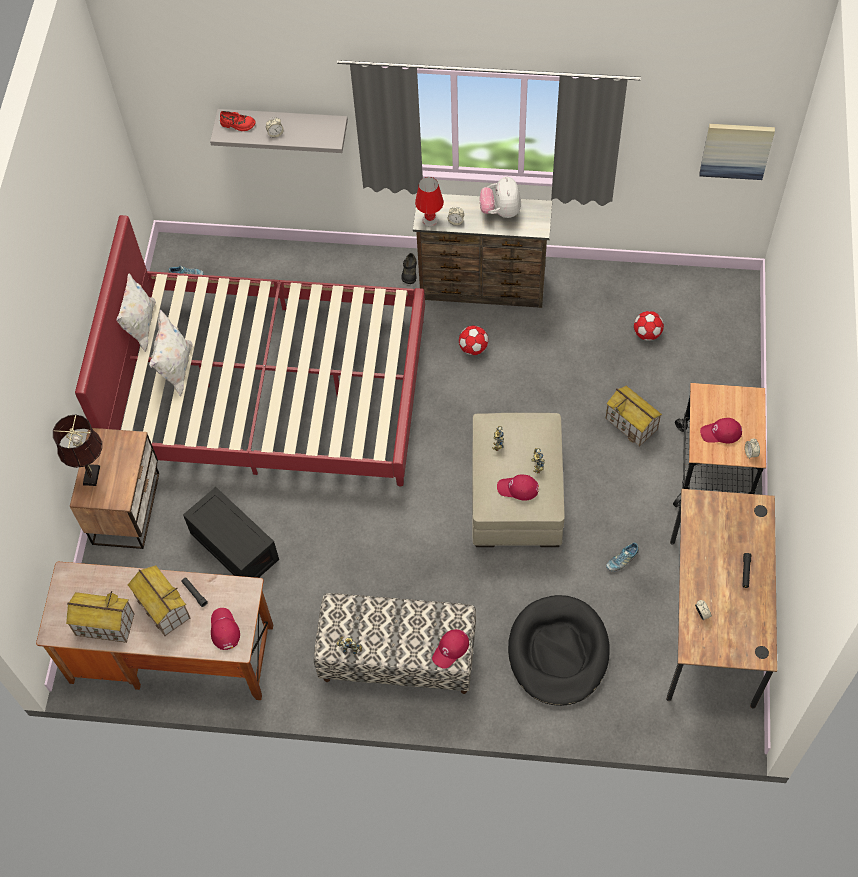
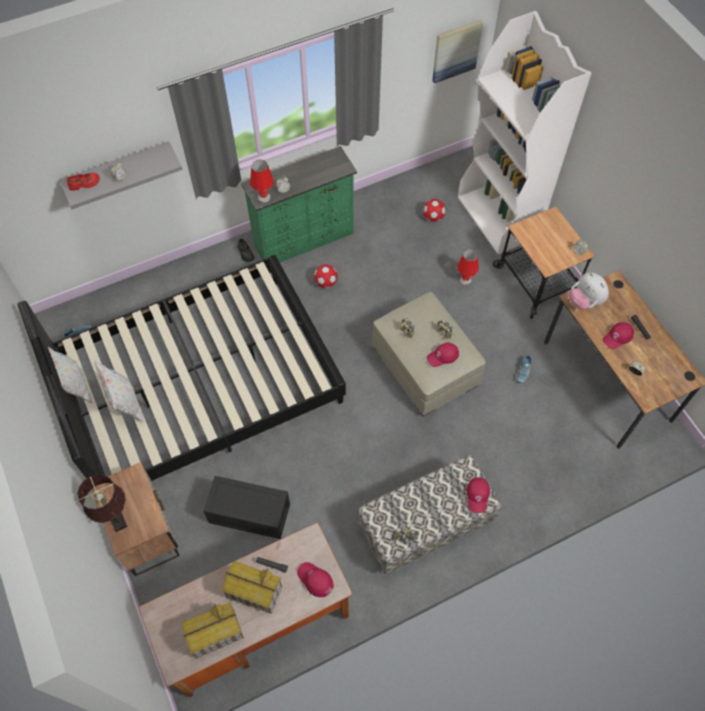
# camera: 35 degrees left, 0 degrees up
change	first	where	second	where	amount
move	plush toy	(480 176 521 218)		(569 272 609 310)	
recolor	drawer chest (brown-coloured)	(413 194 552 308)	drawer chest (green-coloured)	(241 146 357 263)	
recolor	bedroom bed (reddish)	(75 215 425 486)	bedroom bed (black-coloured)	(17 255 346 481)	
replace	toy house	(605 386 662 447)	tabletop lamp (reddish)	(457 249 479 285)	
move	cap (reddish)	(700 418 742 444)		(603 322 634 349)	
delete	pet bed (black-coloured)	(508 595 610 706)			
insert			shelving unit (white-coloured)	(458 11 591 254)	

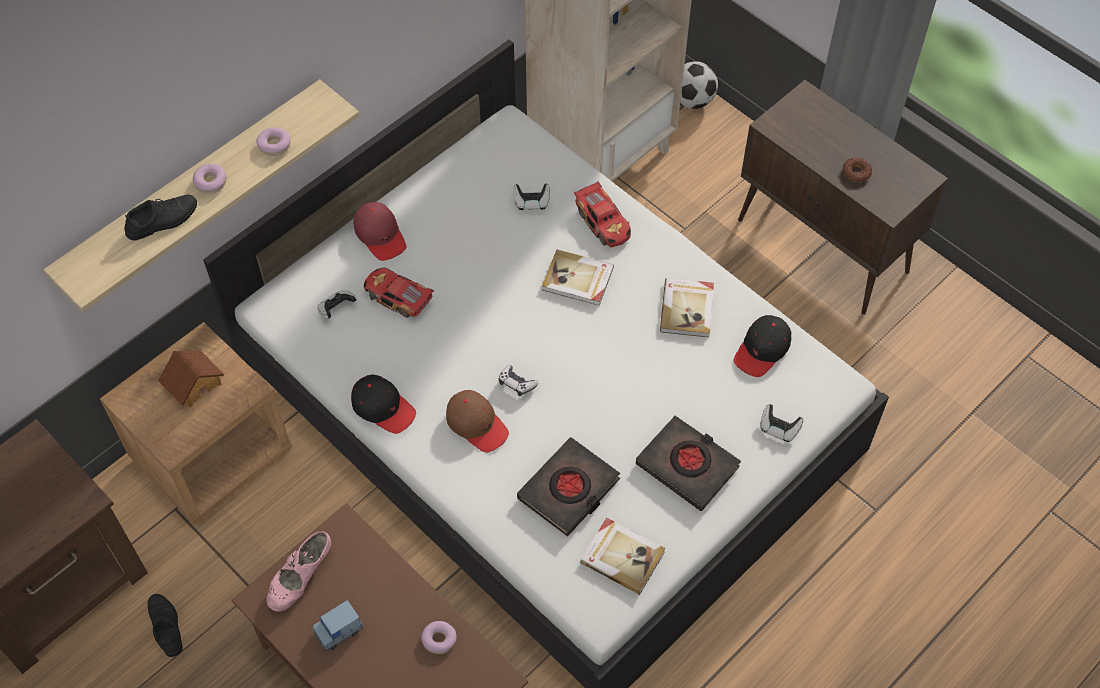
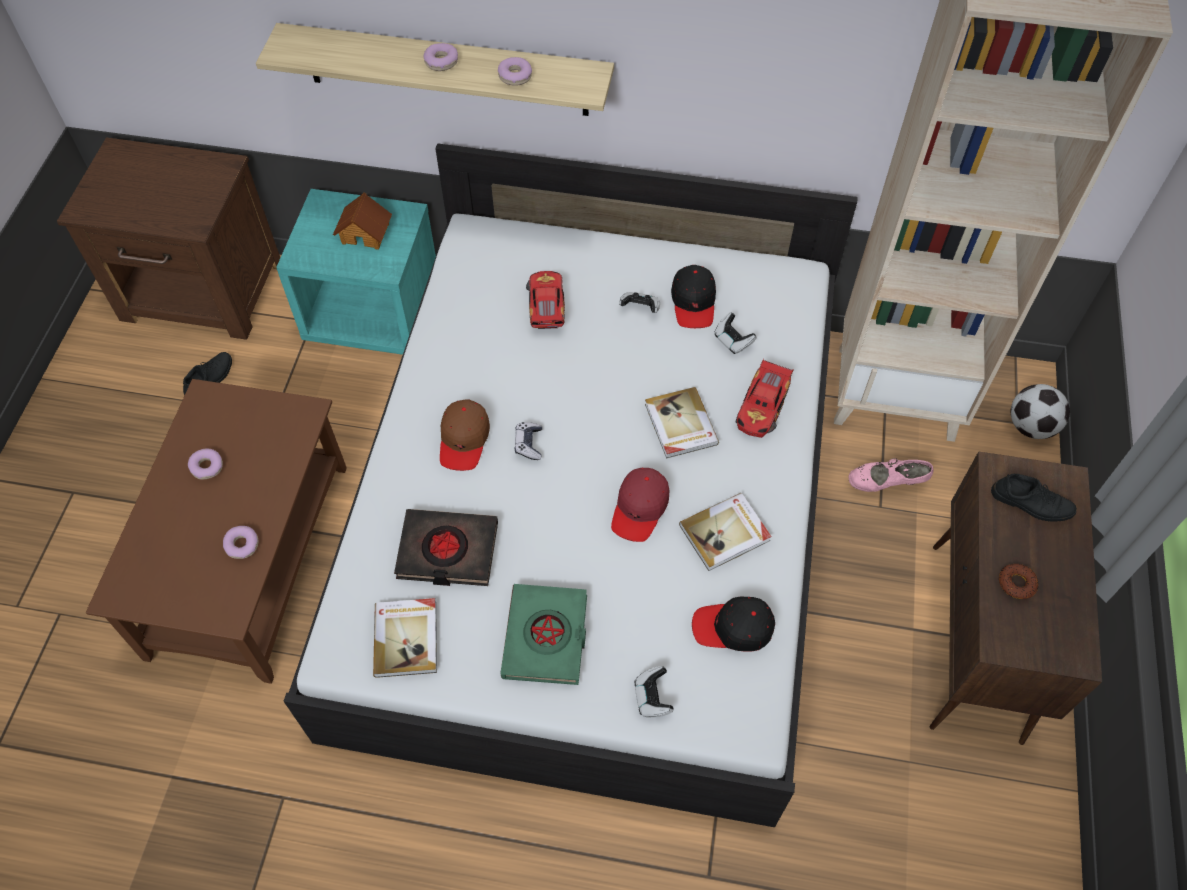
# camera: 55 degrees right, 0 degrees up
change	first	where	second	where	amount
move	shoe (black-coloured)	(124 194 197 240)		(991 474 1077 522)	
move	cap (reddish)	(354 202 406 261)		(611 468 669 542)	
move	gamepad	(317 290 357 319)		(619 292 660 313)	
recolor	bedside table (brown-coloured)	(100 322 292 525)	bedside table (turquoise)	(276 189 436 355)	
move	cap (black-coloured)	(351 374 416 434)		(671 265 716 328)	
recolor	bound book (black-coloured)	(636 416 741 511)	bound book (green-coloured)	(500 584 587 685)	
move	shoe (pink)	(266 531 331 612)		(848 458 934 492)	
replace	model car (blue)	(313 600 363 651)	doughnut	(188 449 223 479)	

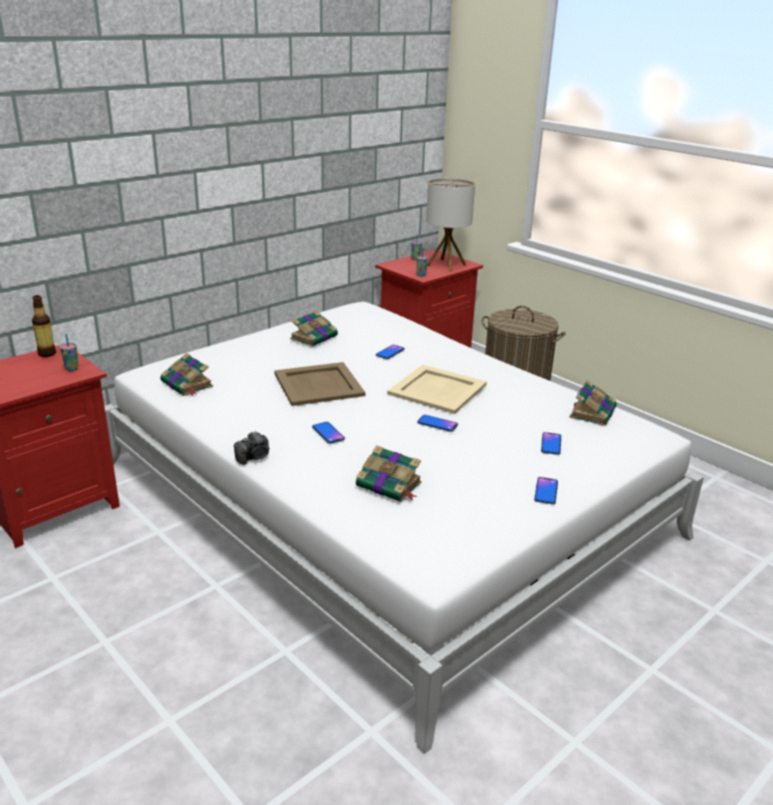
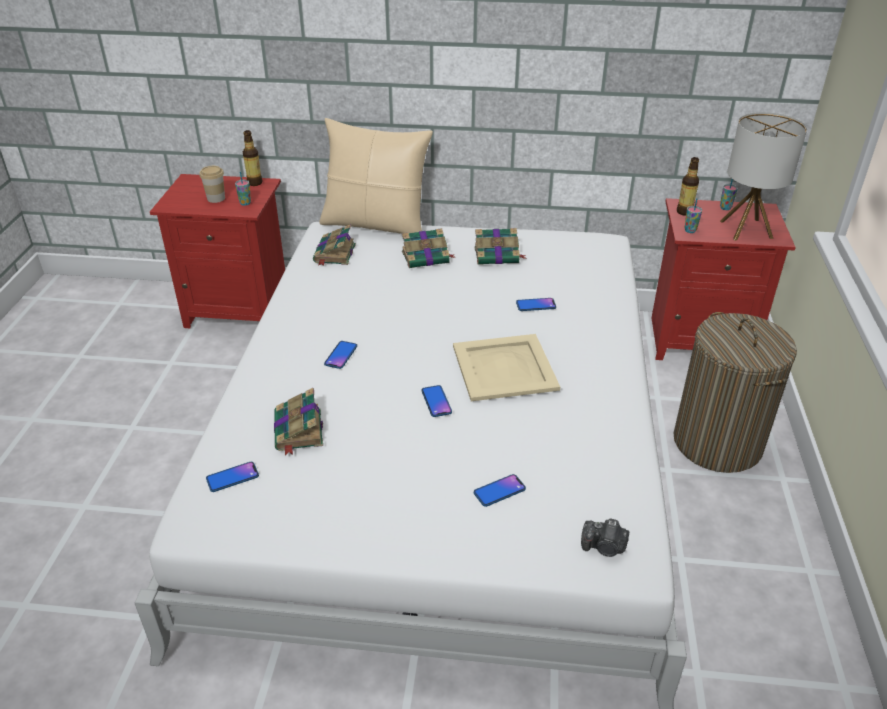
# camera: 50 degrees right, 10 degrees up
change	first	where	second	where	amount
delete	serving tray (beige)	(274 362 365 406)			
move	bound book	(569 380 617 426)		(402 228 455 268)	
move	photo camera	(234 431 269 465)		(581 518 629 557)	
move	phone	(534 477 558 504)		(206 462 259 492)	
insert			pillow (beige)	(319 118 433 234)	
insert			beverage bottle	(677 157 699 216)	
insert			drinking cup	(199 166 225 203)	

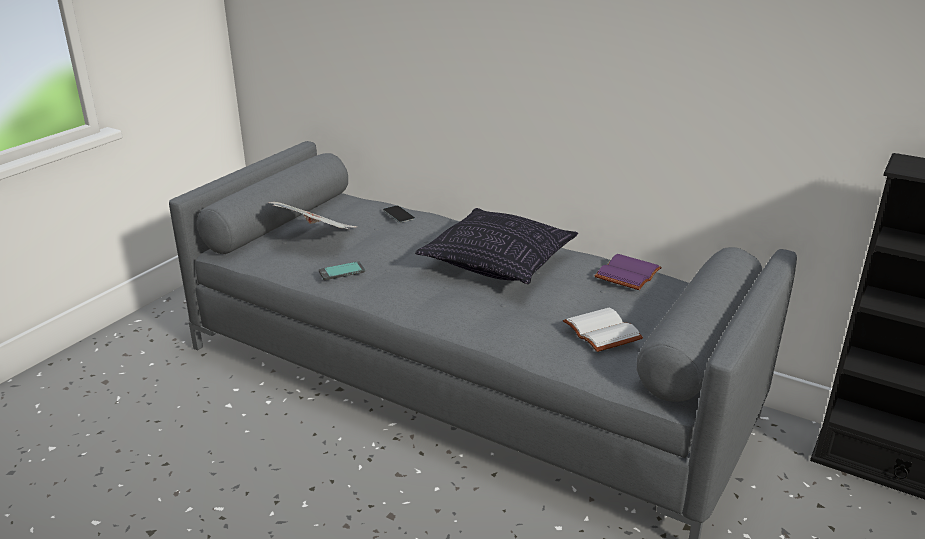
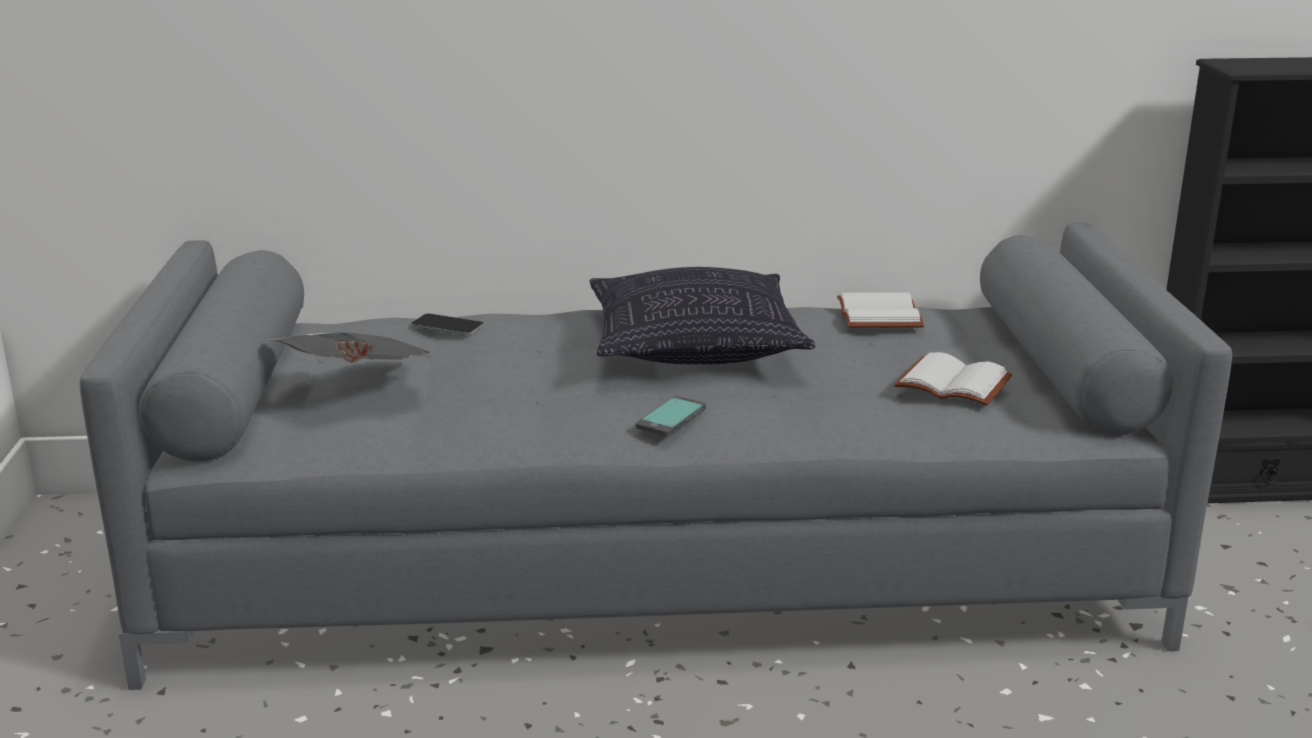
# camera: 35 degrees left, 5 degrees down
change	first	where	second	where	amount
recolor	bound book (purple)	(595 254 662 290)	bound book (white-coloured)	(837 292 924 328)	
move	phone	(319 261 365 280)		(636 396 706 436)	

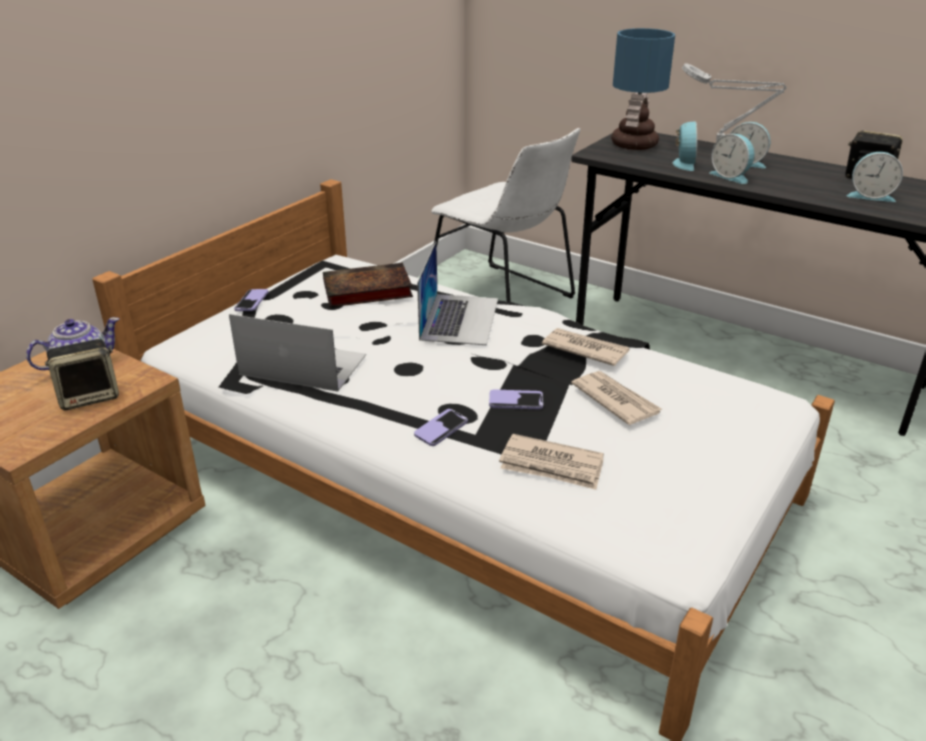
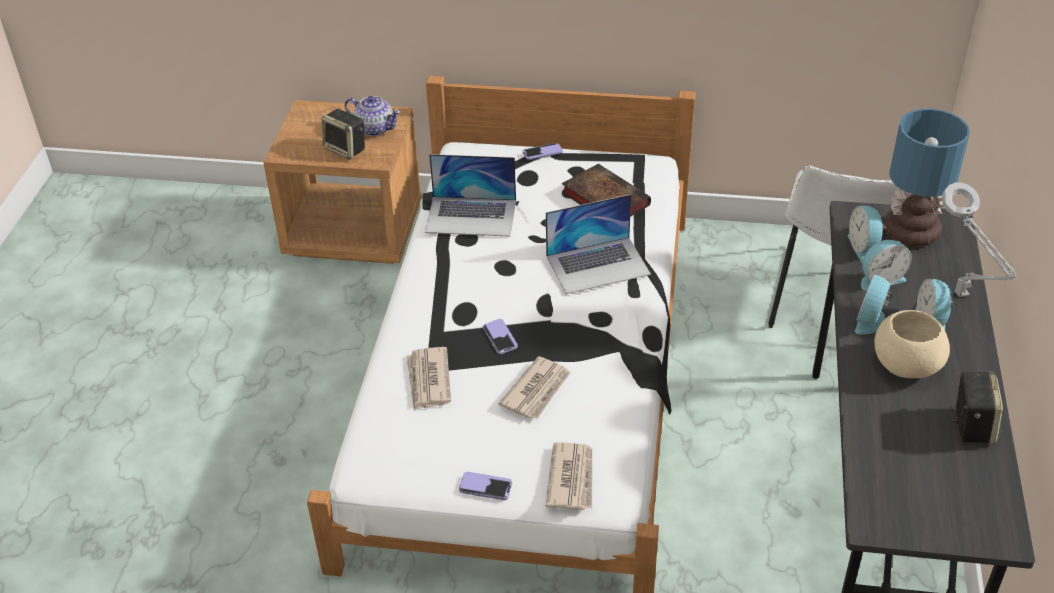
# camera: 65 degrees right, 10 degrees up
change	first	where	second	where	amount
move	bedside clock	(847 152 903 202)		(847 206 886 263)	
rotate	portable computer	(229 314 366 392)		(425 154 516 237)	105 degrees clockwise
move	newspaper	(542 328 630 366)		(546 442 593 511)	
move	phone	(414 409 468 446)		(459 472 512 500)	
insert			bowl (beige)	(874 310 950 378)	

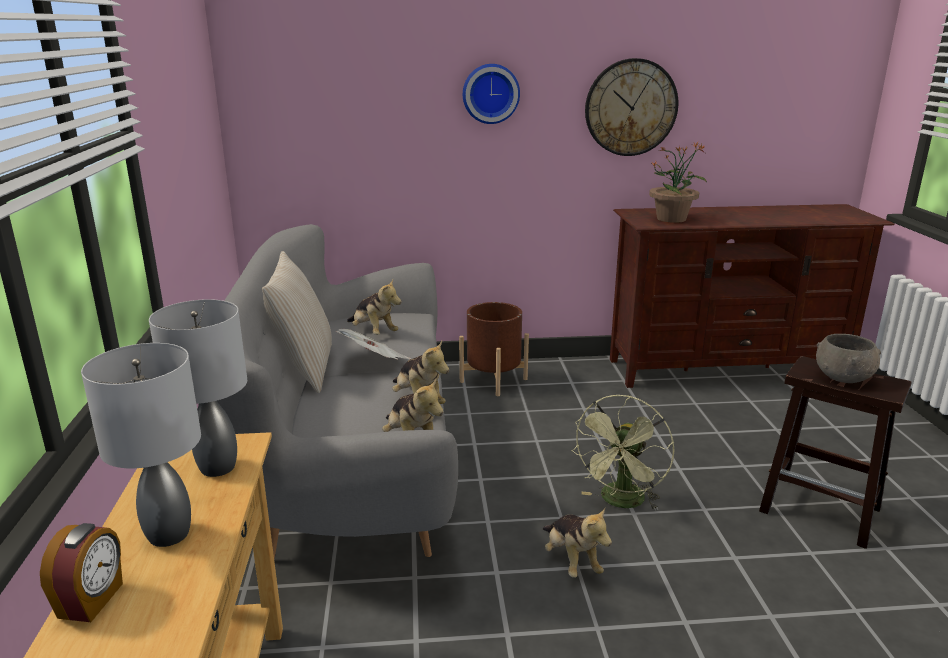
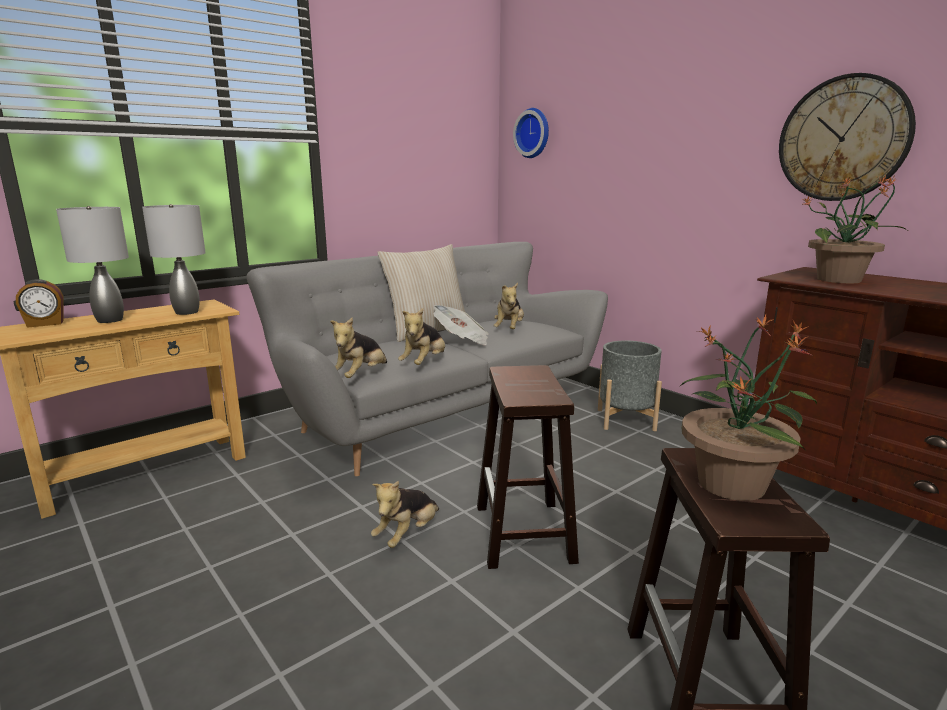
# camera: 55 degrees right, 5 degrees down
change	first	where	second	where	amount
move	hanging clock	(463 64 520 124)		(513 108 549 158)	
recolor	planter (brown-coloured)	(459 302 529 396)	planter (grey)	(598 340 662 431)	
replace	bowl (grey)	(816 334 881 383)	houseplant	(679 315 817 501)	
replace	fan (green-coloured)	(571 395 675 511)	stool (brown-coloured)	(477 365 579 569)	

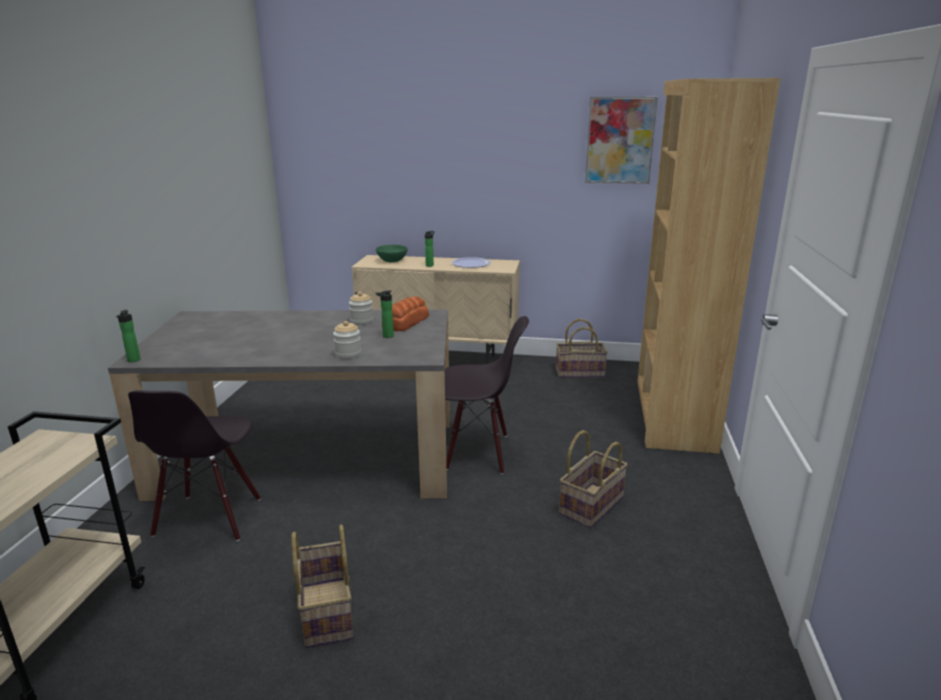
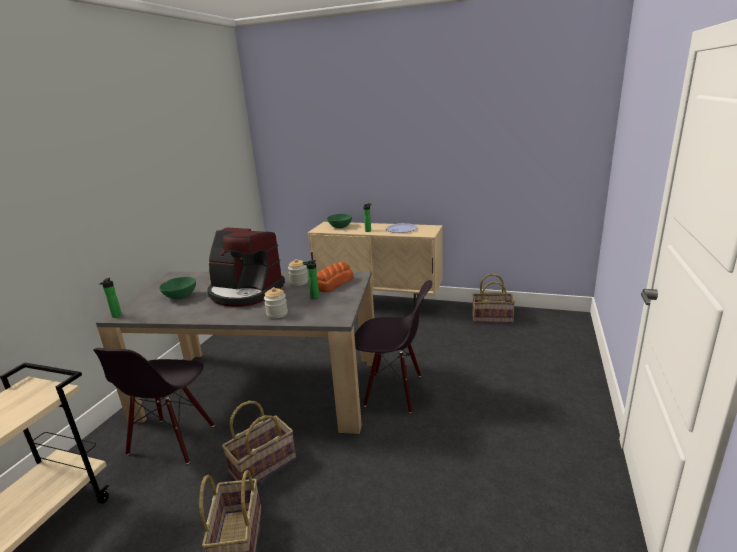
# camera: 10 degrees right, 0 degrees up
change	first	where	second	where	amount
delete	shelving unit (brown-coloured)	(637 78 780 454)			
delete	picture	(585 97 658 184)			
move	storage basket	(559 430 628 528)		(222 401 296 483)	
insert			coffee brewer	(207 228 285 307)	
insert			bowl (green-coloured)	(159 277 196 299)	

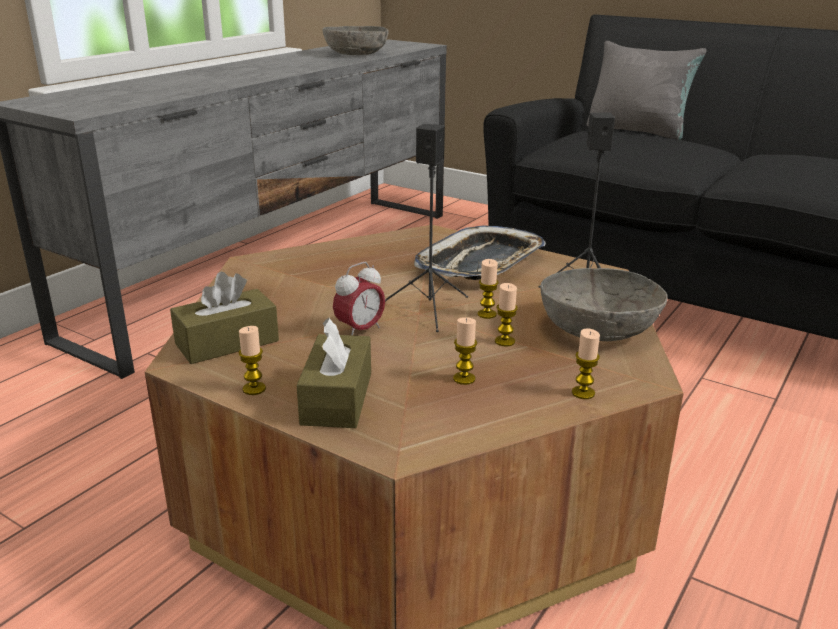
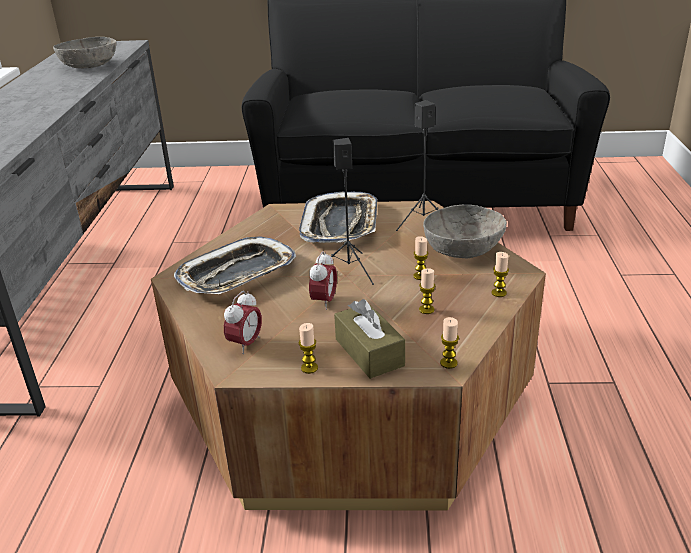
# camera: 30 degrees left, 5 degrees up
change	first	where	second	where	amount
delete	pillow (grey)	(587 41 707 140)			
move	wax candle	(478 259 499 319)		(440 317 459 369)	
replace	tissue box (brown-coloured)	(170 272 279 364)	bedside clock	(224 291 262 354)	
insert			serving tray	(174 236 296 294)	

